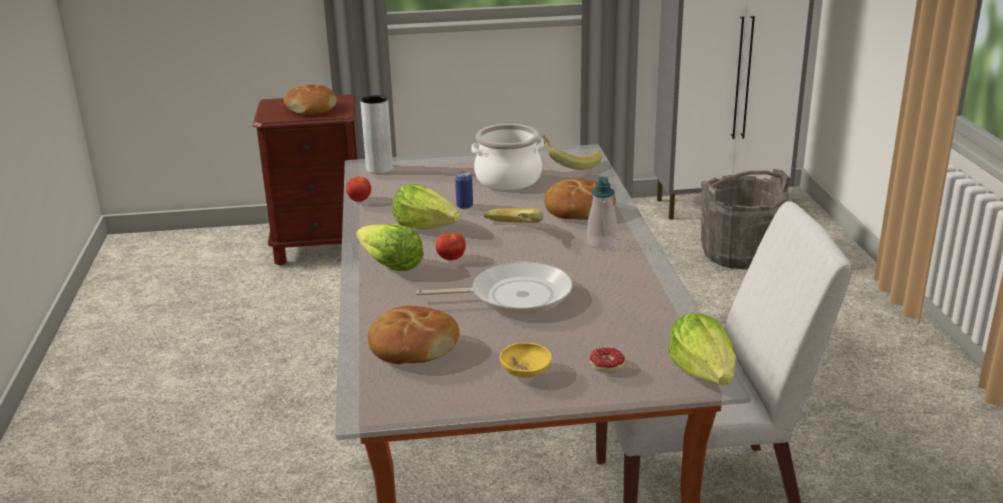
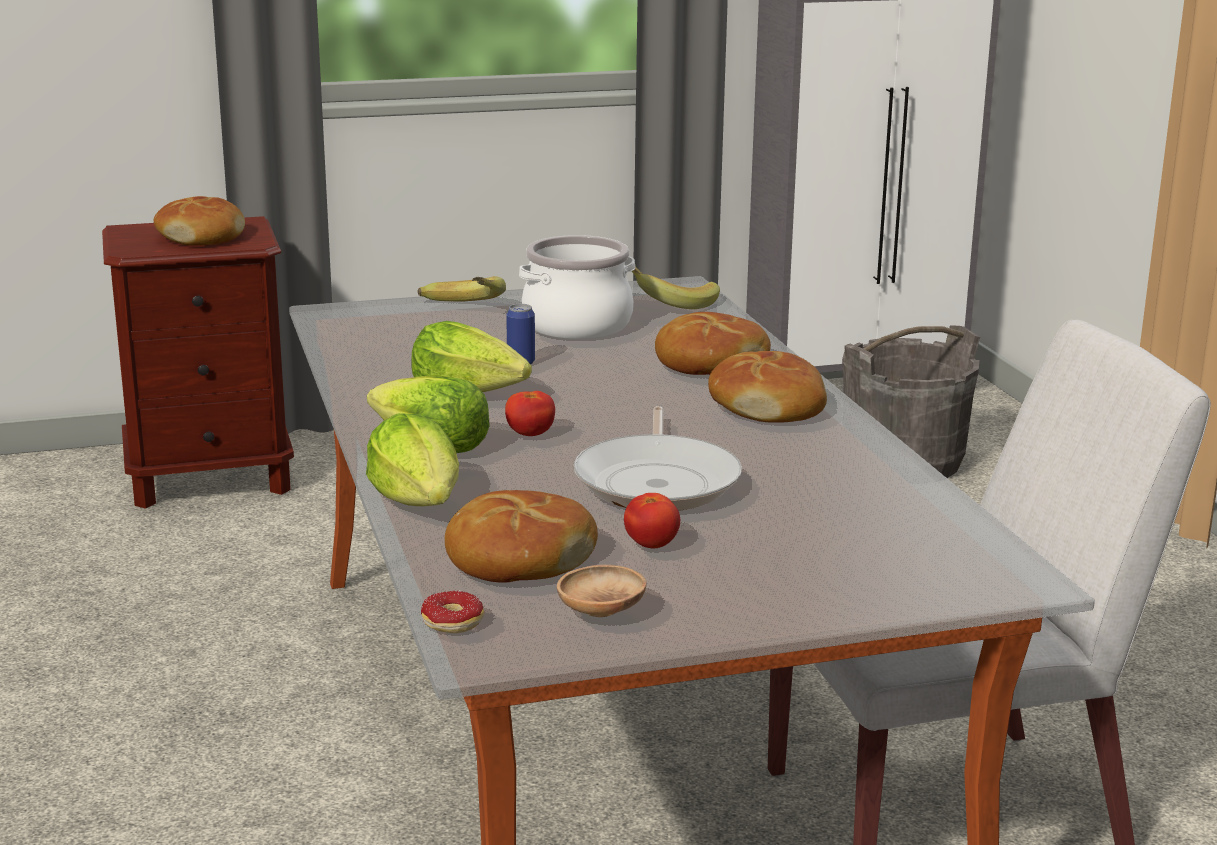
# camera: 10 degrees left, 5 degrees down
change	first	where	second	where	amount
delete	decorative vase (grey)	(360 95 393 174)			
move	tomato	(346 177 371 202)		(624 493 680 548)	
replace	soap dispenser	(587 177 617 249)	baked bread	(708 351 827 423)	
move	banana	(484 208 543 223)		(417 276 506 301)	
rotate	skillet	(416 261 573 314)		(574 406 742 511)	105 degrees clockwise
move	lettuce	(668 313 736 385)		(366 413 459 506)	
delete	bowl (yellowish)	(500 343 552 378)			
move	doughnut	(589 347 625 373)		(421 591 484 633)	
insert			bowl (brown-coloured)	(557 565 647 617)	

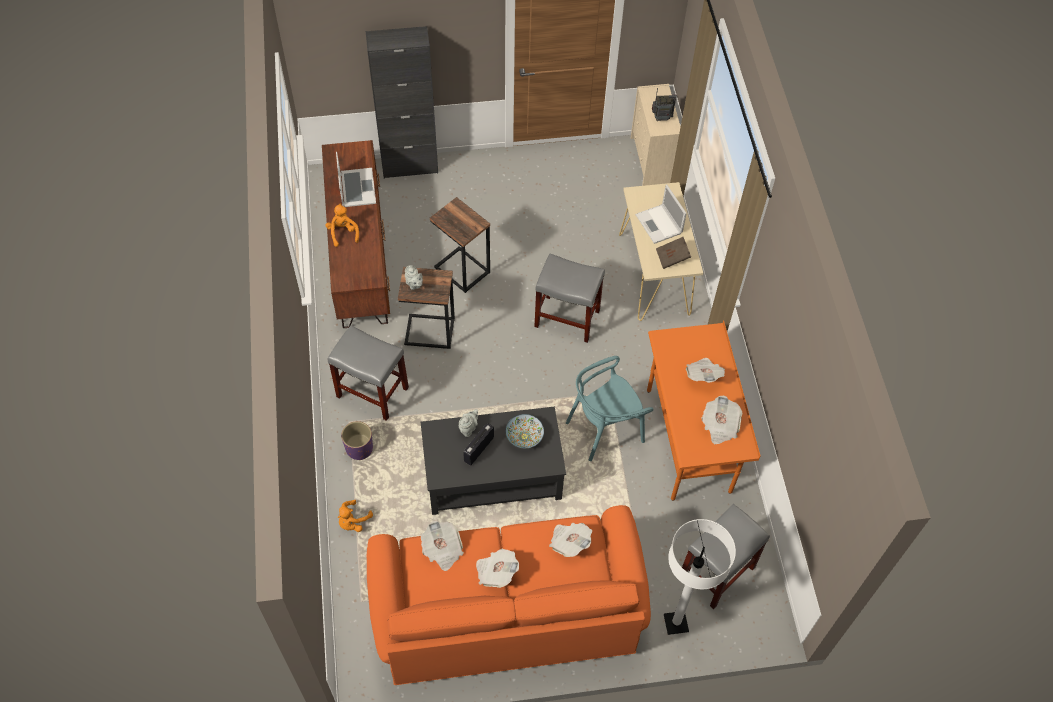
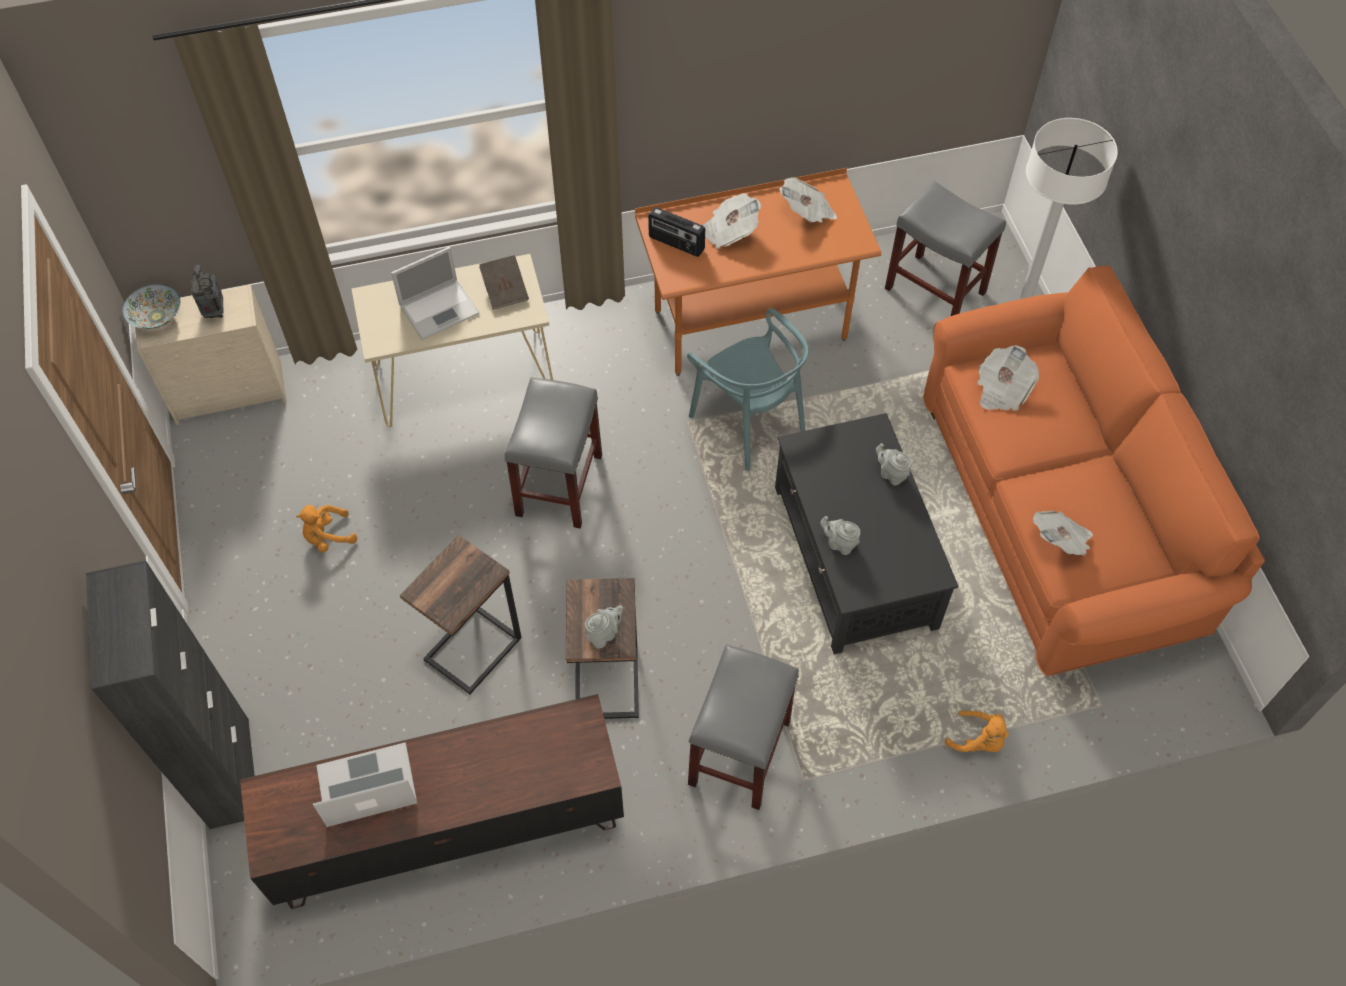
# camera: 95 degrees left, 0 degrees up
change	first	where	second	where	amount
move	plush toy (orange-coloured)	(325 204 359 247)		(296 505 357 552)	
move	bowl	(505 414 544 448)		(122 284 180 329)	
delete	planter (purple)	(341 421 373 460)			
move	radio set	(463 423 494 466)		(648 207 705 257)	
delete	newspaper	(476 548 519 588)			
insert			pot for tea (grey)	(876 443 912 485)	

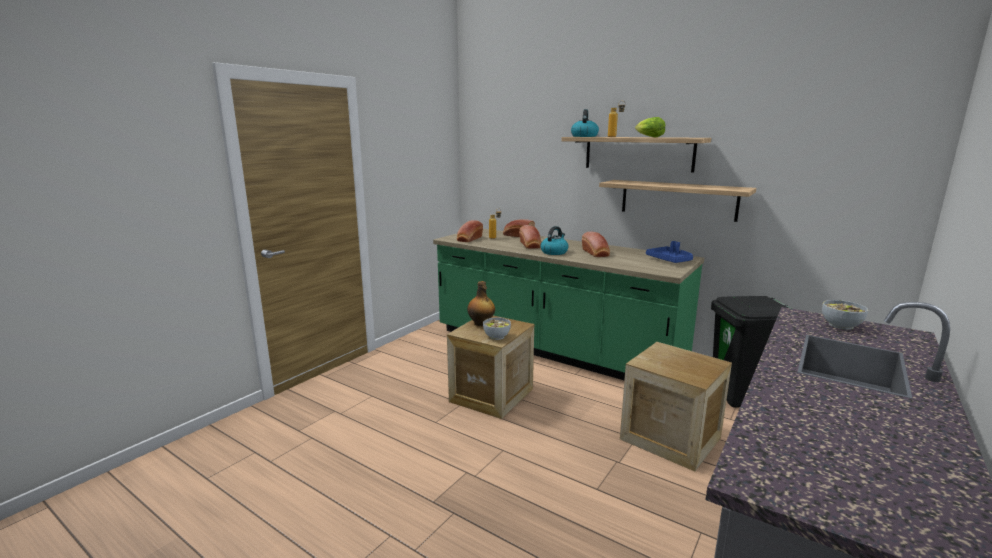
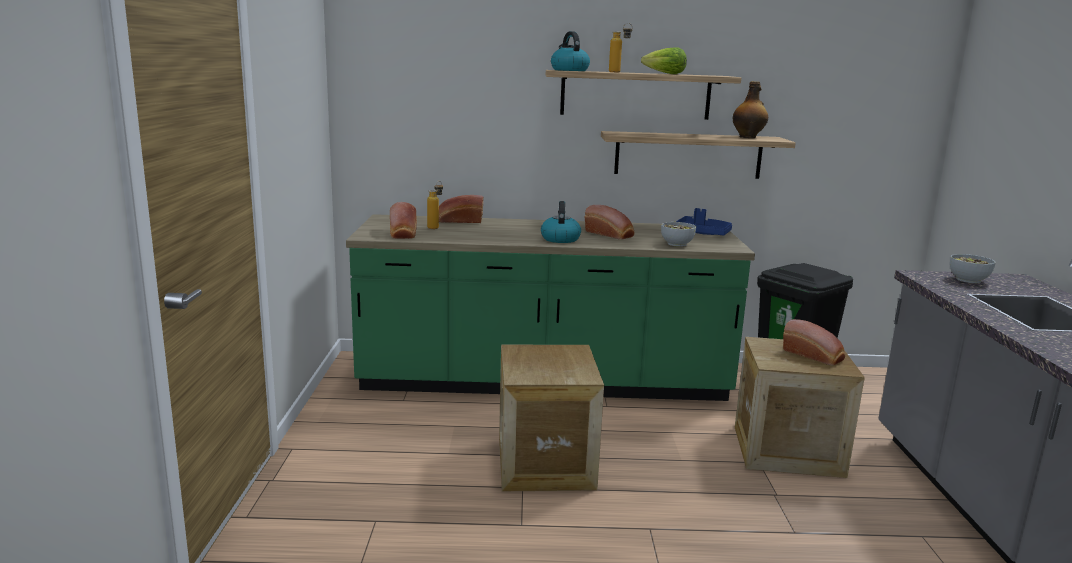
# camera: 35 degrees left, 0 degrees up
change	first	where	second	where	amount
move	baked bread	(519 225 541 249)		(783 319 845 366)	
move	beverage bottle	(467 281 495 326)		(733 81 768 138)	
move	bowl	(483 317 511 340)		(661 222 696 247)	

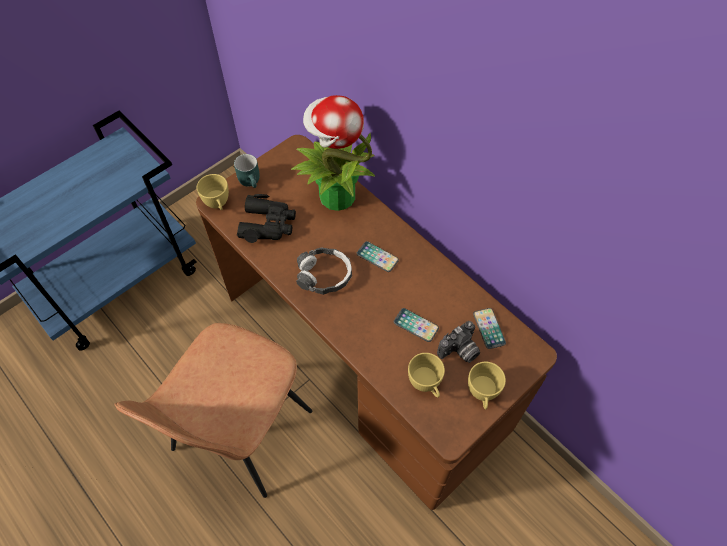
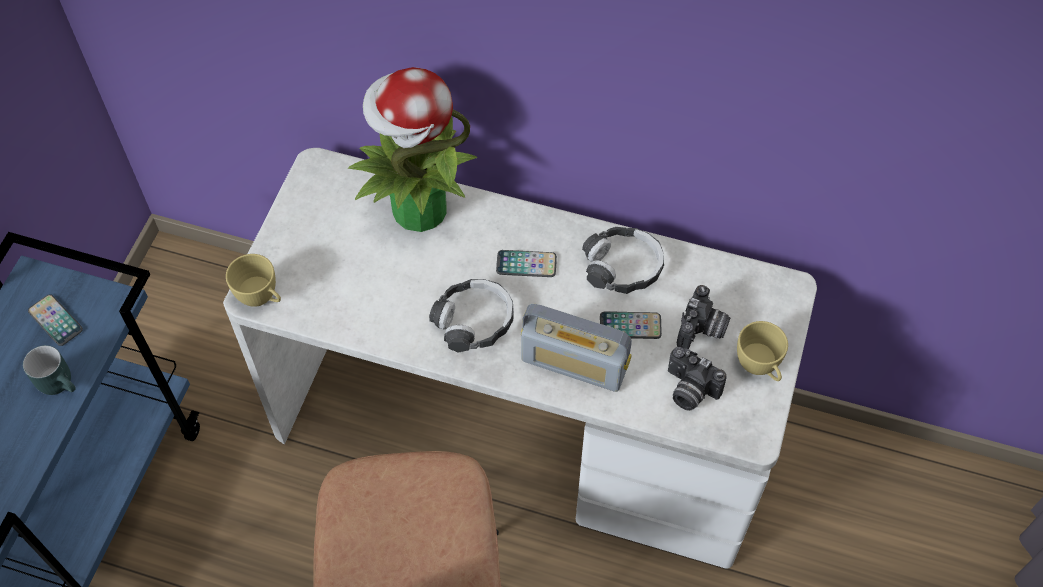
# camera: 30 degrees left, 0 degrees up
change	first	where	second	where	amount
recolor	desk (brown-coloured)	(196 135 557 510)	desk (white-coloured)	(223 148 817 569)	
move	mug (turquoise)	(234 154 260 188)		(23 345 76 395)	
delete	field glasses (black-coloured)	(237 194 296 243)			
move	phone	(473 308 506 349)		(28 294 83 346)	
replace	drinking cup (yellowish)	(408 353 445 398)	photo camera	(668 347 726 411)	
insert			headset	(582 227 664 294)	
insert			radio set	(521 304 632 392)	

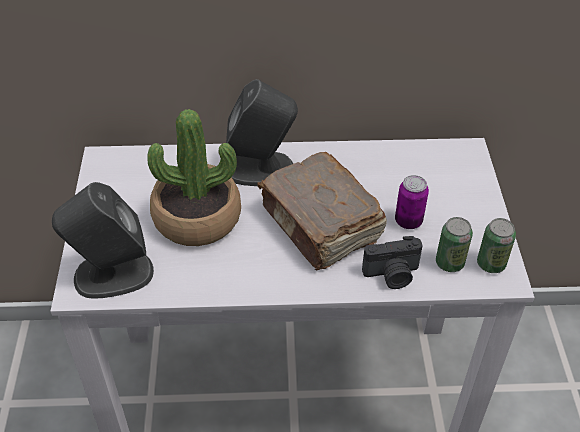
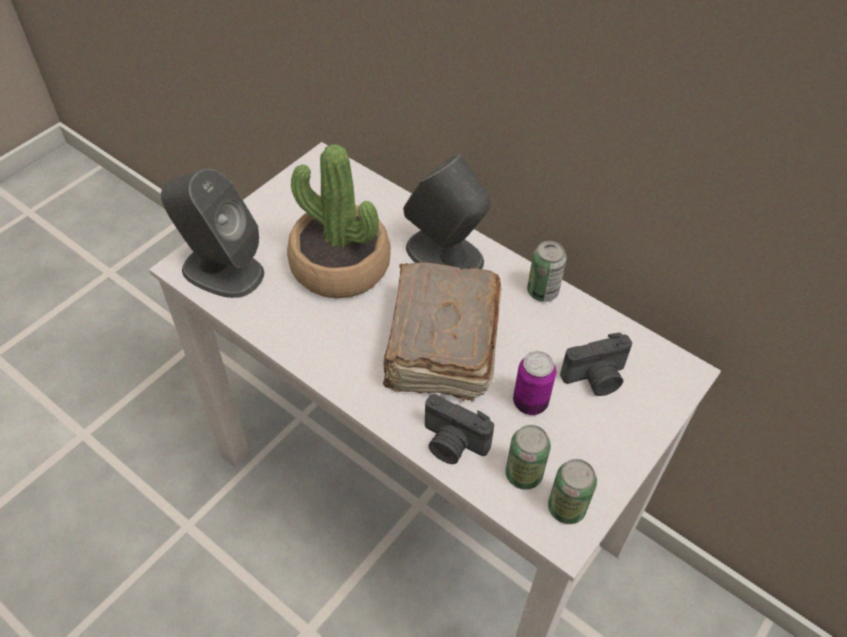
# camera: 40 degrees right, 5 degrees up
change	first	where	second	where	amount
insert			sealed can	(527 241 566 302)	
insert			photo camera	(560 332 632 396)	

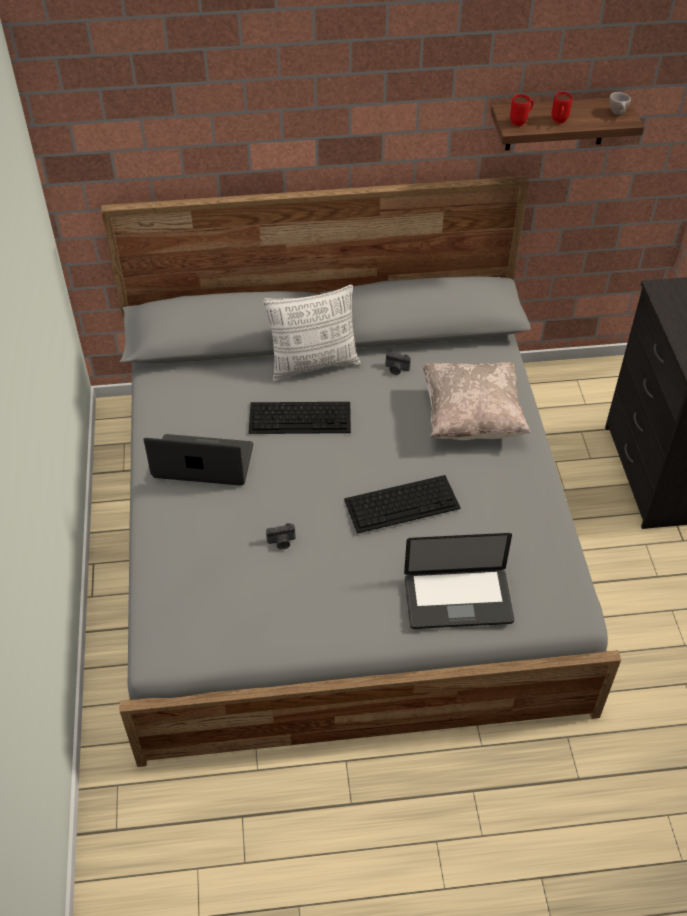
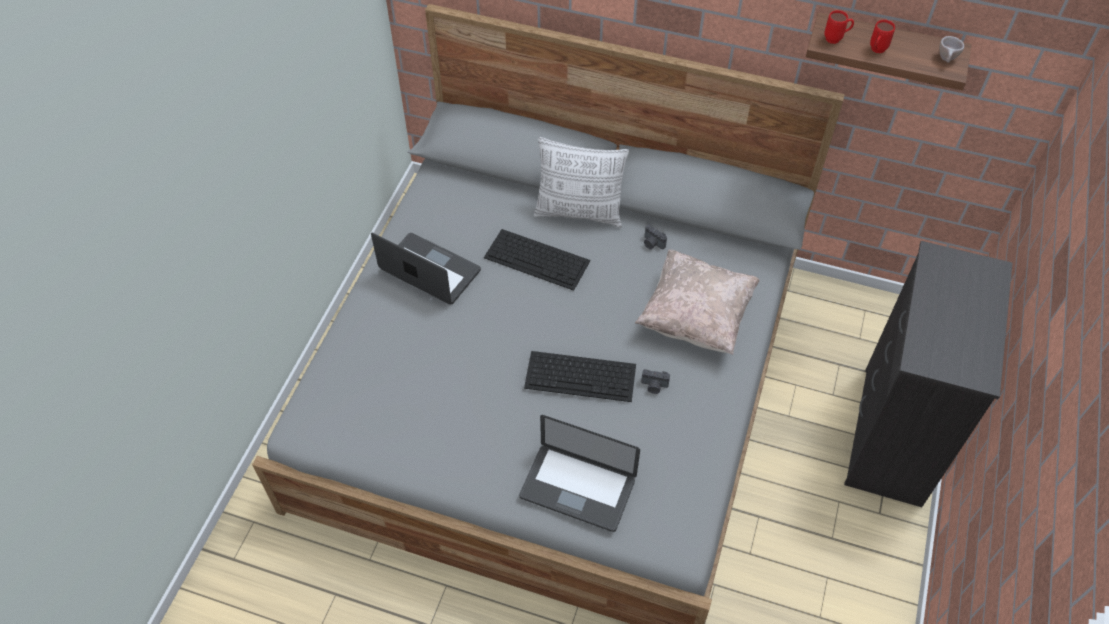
# camera: 25 degrees right, 5 degrees up
change	first	where	second	where	amount
move	photo camera	(266 523 296 550)		(641 369 670 394)	

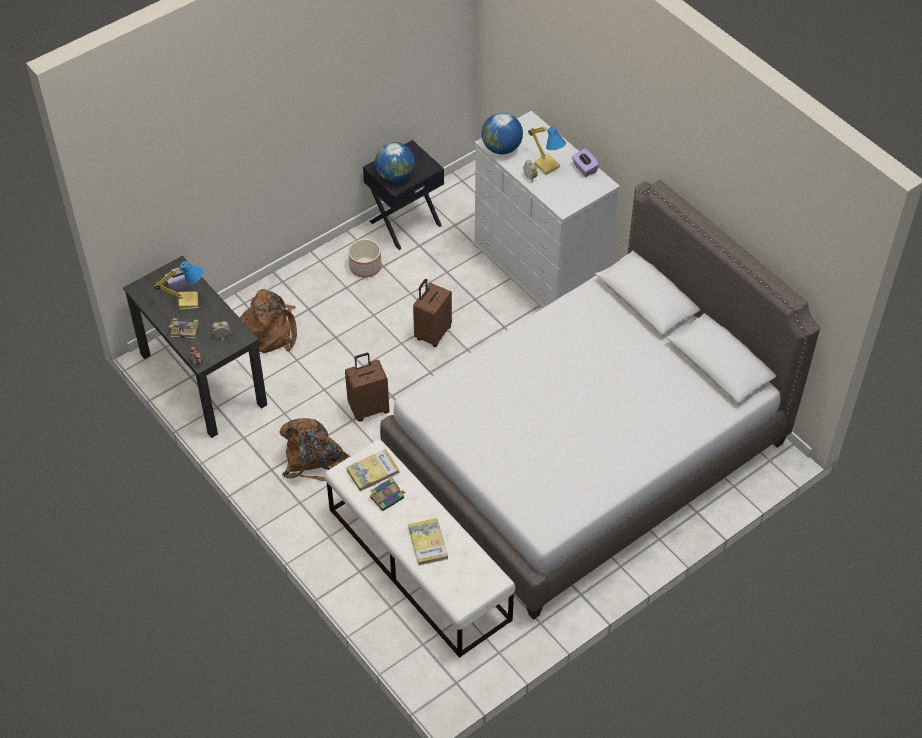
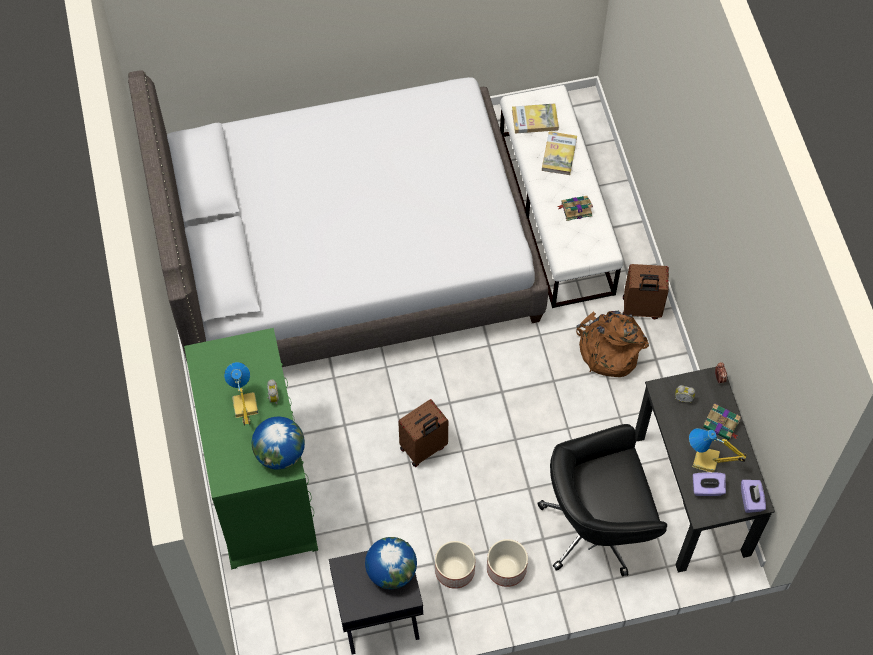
# camera: 155 degrees left, 10 degrees up
change	first	where	second	where	amount
recolor	drawer chest (white-coloured)	(473 111 620 308)	drawer chest (green-coloured)	(184 328 318 569)	
move	tissue box (purple)	(572 148 599 177)		(741 480 766 513)	
replace	rucksack (brown-coloured)	(240 289 297 353)	desk chair (black-coloured)	(537 424 667 577)	
move	piece of luggage (brown-coloured)	(345 353 390 421)		(622 264 669 319)	
move	bound book	(346 449 400 492)		(512 103 559 134)	
insert			planter	(487 539 528 587)	

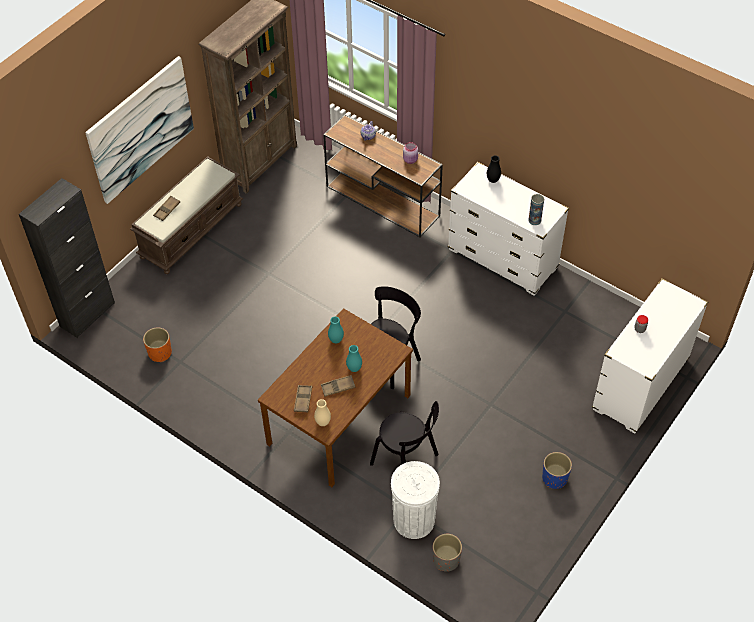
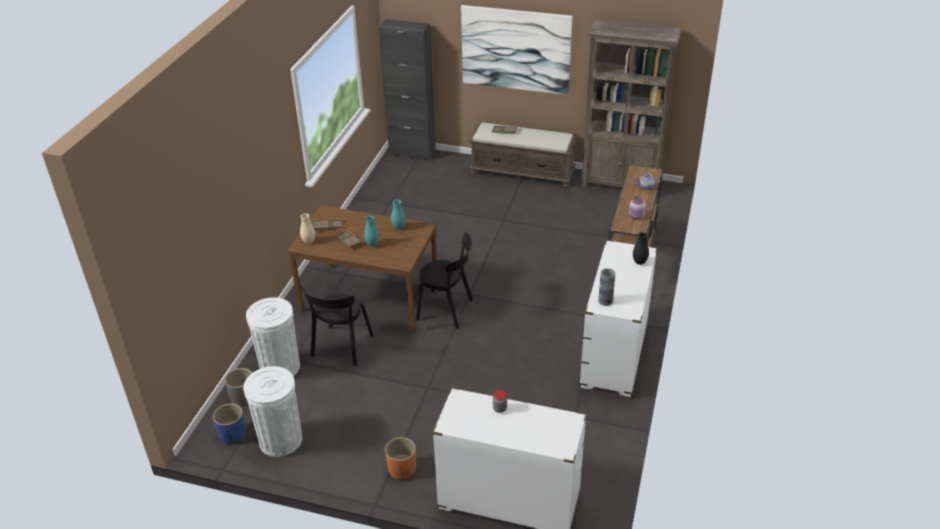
# camera: 70 degrees right, 15 degrees down
change	first	where	second	where	amount
move	planter (orange-coloured)	(143 327 172 362)		(385 437 416 479)	
move	planter (blue)	(542 452 572 489)		(213 403 246 444)	
insert			trash can (white-coloured)	(243 366 302 457)	

